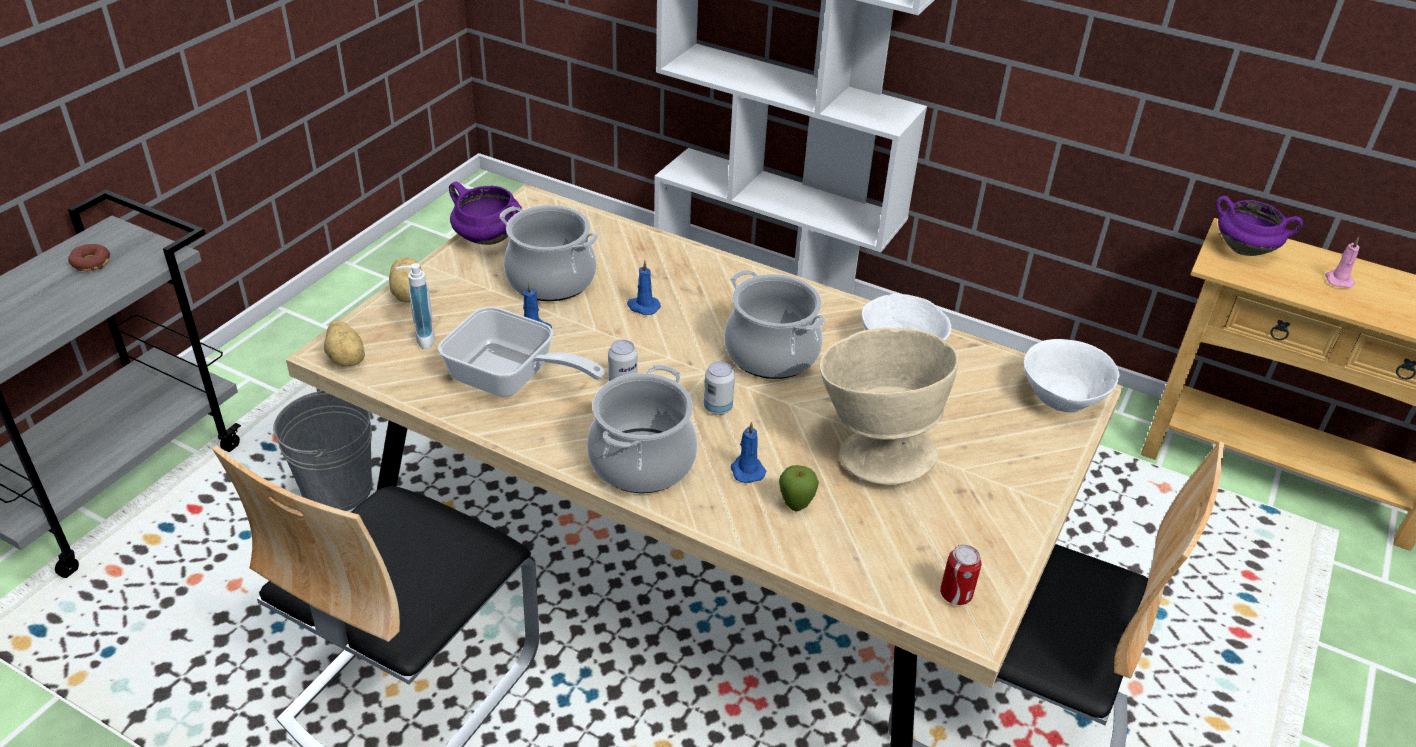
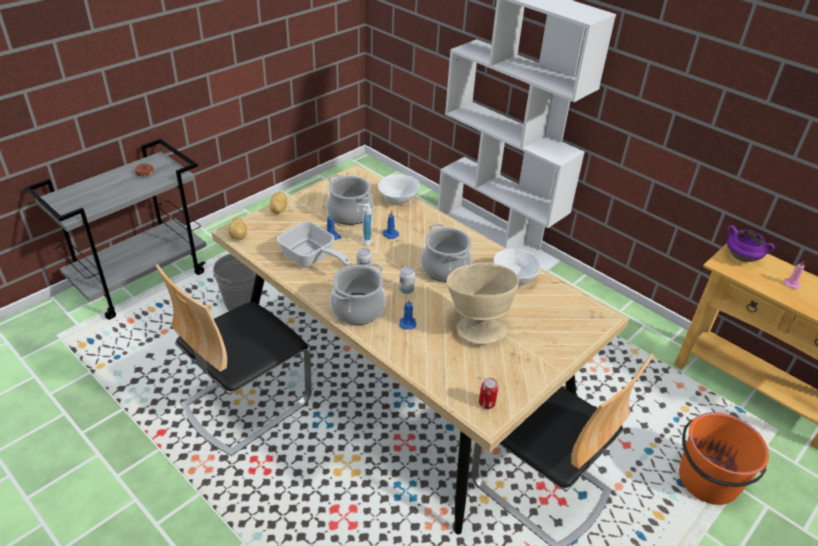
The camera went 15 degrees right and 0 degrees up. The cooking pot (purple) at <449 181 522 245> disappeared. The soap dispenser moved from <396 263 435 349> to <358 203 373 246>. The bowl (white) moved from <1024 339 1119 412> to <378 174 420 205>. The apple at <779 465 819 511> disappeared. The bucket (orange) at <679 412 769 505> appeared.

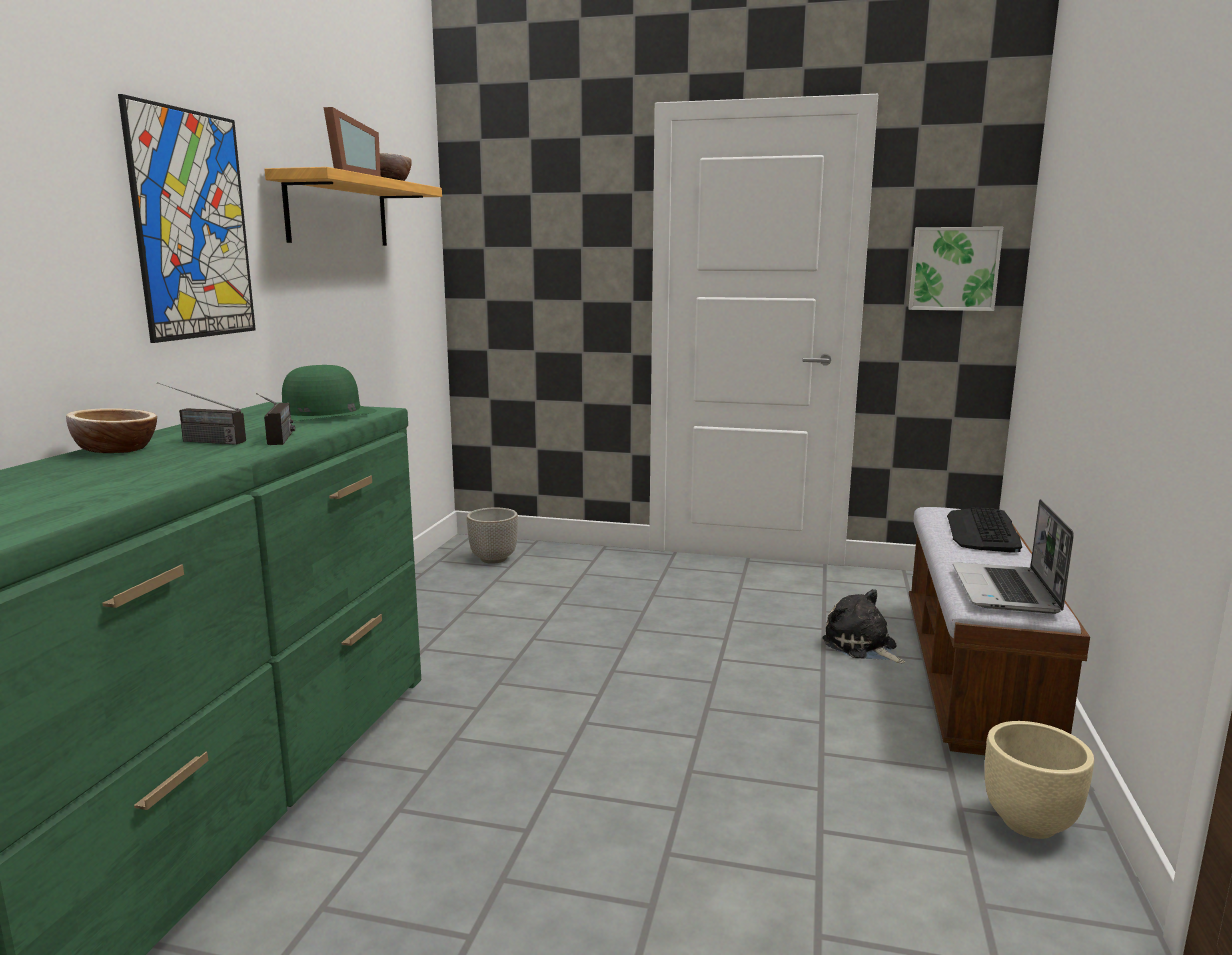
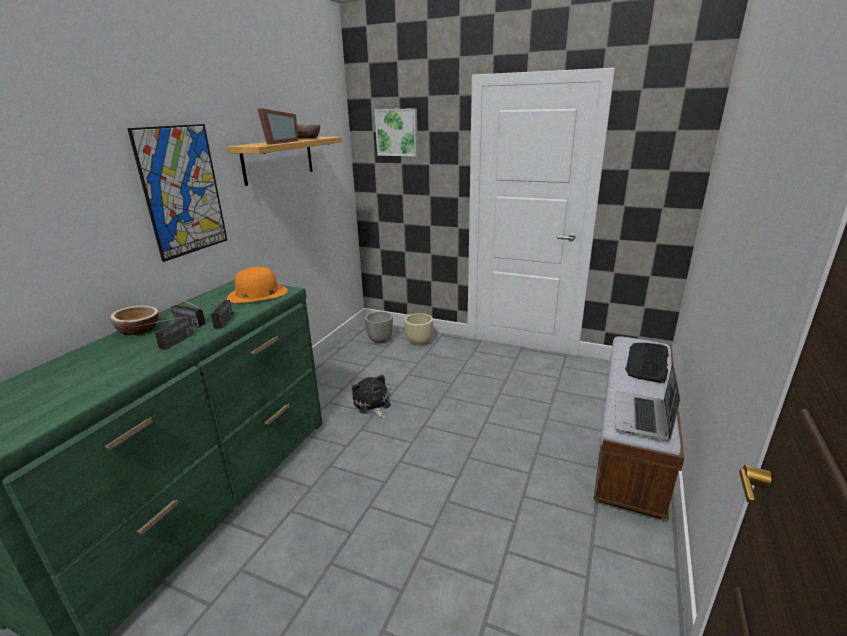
The camera went 10 degrees right and 10 degrees up. The picture moved from <908 227 1003 311> to <375 108 418 156>. The hat (green) at <282 365 377 421> became the hat (orange) at <227 267 288 303>. The plush toy moved from <822 589 905 663> to <352 375 391 418>. The planter (beige) moved from <985 721 1094 839> to <405 313 433 346>. The radio at <136 317 193 350> appeared.

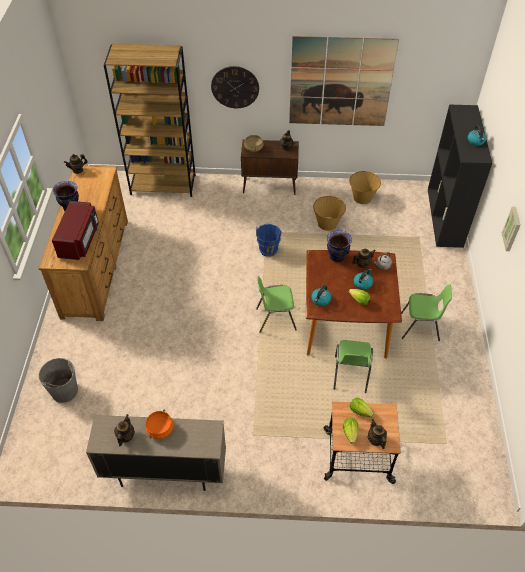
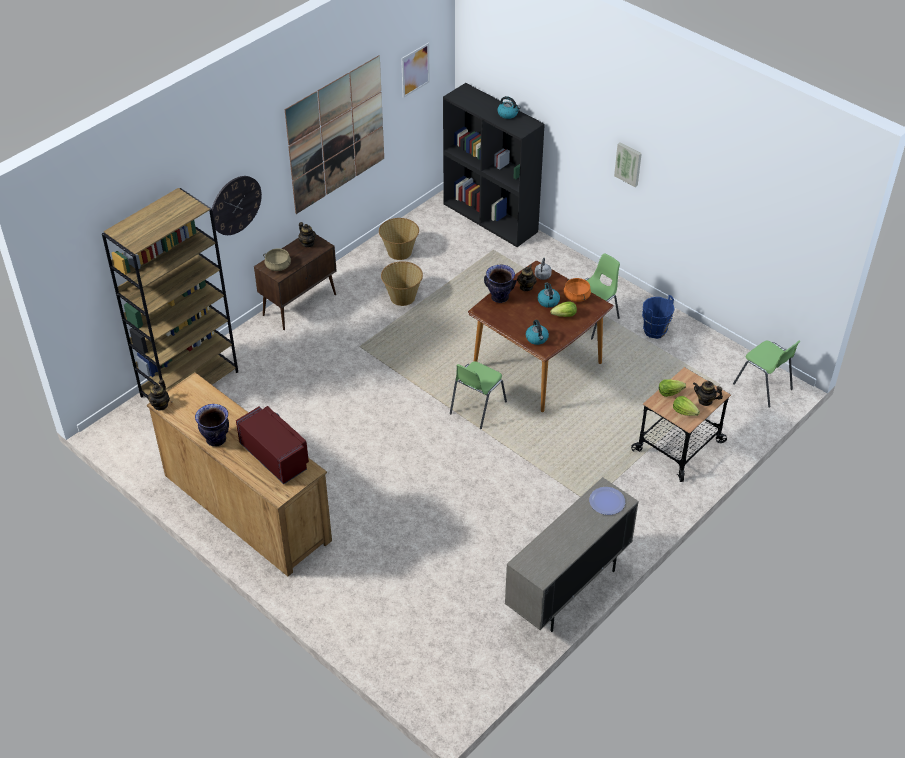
The camera went 50 degrees left and 5 degrees down. The bucket (blue) moved from <256 224 281 257> to <642 295 675 339>. The chair (green) moved from <333 340 373 393> to <733 341 801 408>. The bucket (grey) at <39 358 78 403> disappeared. The cooking pot (orange) moved from <145 409 173 439> to <564 278 591 302>. The teapot at <114 414 135 446> disappeared. The picture at <401 43 430 98> appeared. The plate at <589 487 625 515> appeared.

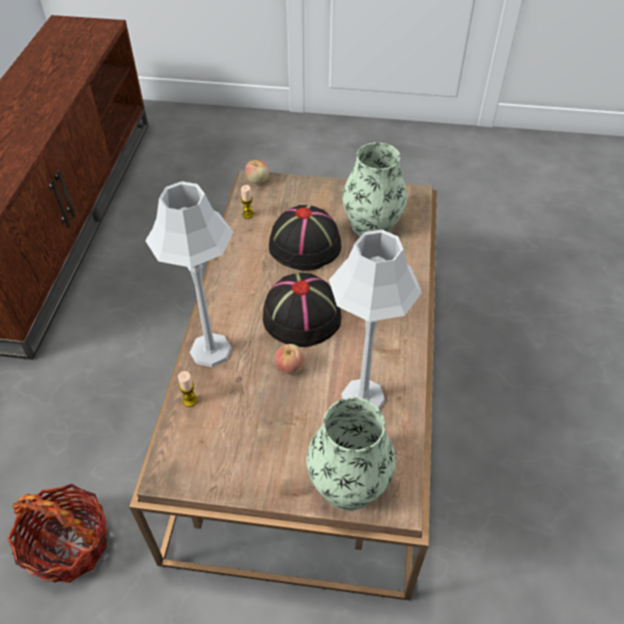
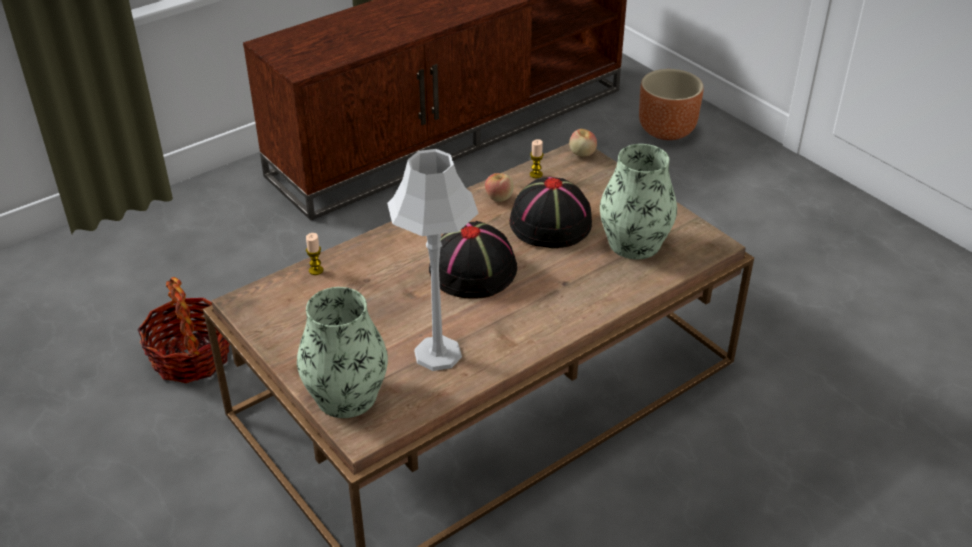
The camera went 45 degrees right and 10 degrees down. The table lamp (grey) at <145 181 233 367> disappeared. The apple moved from <275 344 305 375> to <485 173 514 202>. The planter (brown) at <639 69 704 140> appeared.

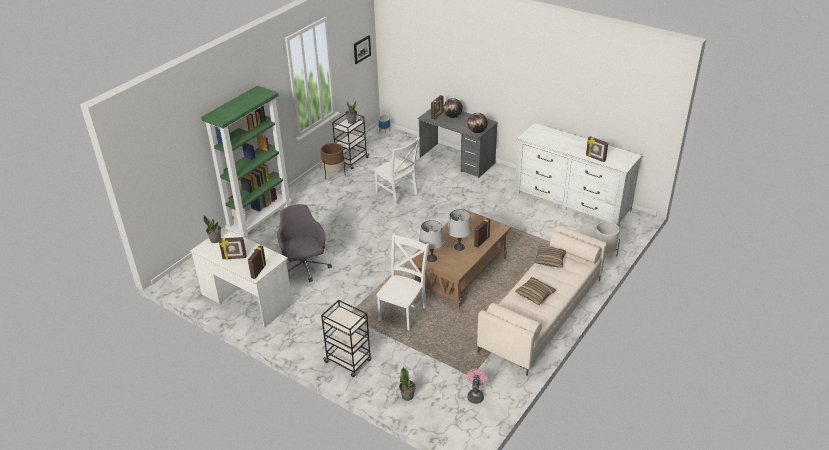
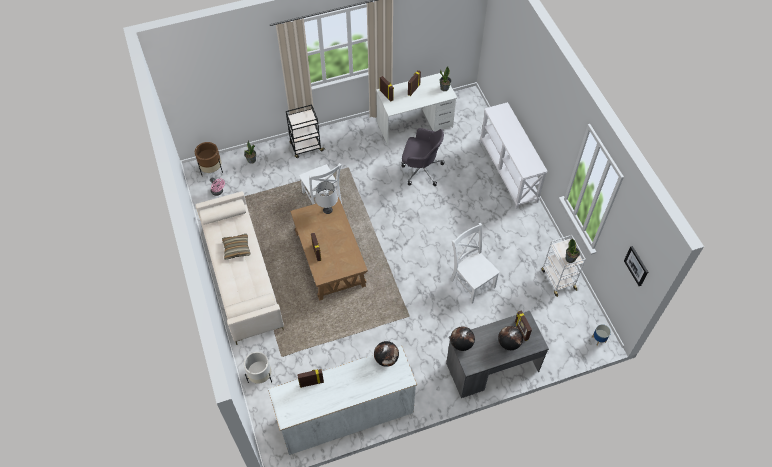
The camera went 125 degrees right and 20 degrees up. The bookcase (green) at <201 86 292 239> was replaced by the console table (white) at <480 102 548 209>. The cart (black) at <332 113 369 169> became the cart (white) at <542 235 586 297>. The chair (white) at <374 137 420 206> turned 60 degrees clockwise. The planter (brown) moved from <321 143 345 179> to <195 142 223 175>. The table lamp (grey) at <447 209 472 251> disappeared. The pillow at <534 246 566 268> disappeared. The globe at <374 341 399 367> appeared.

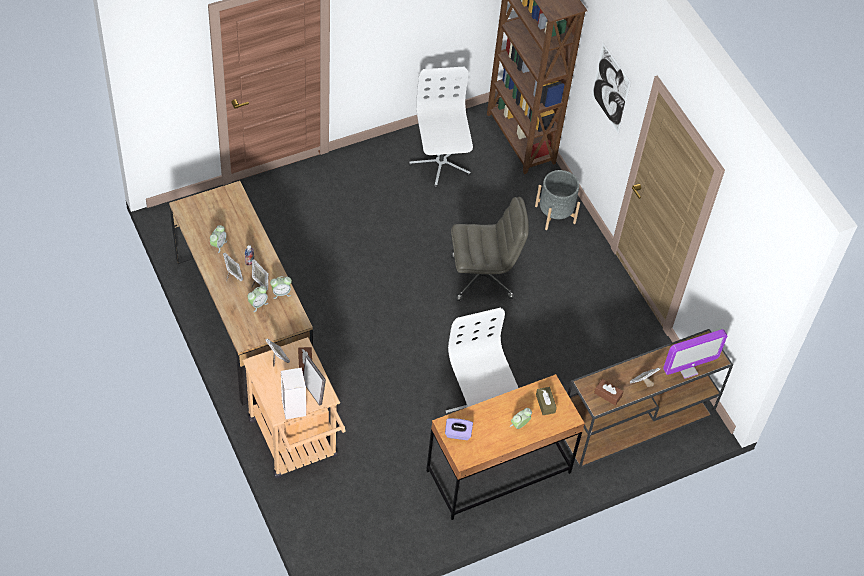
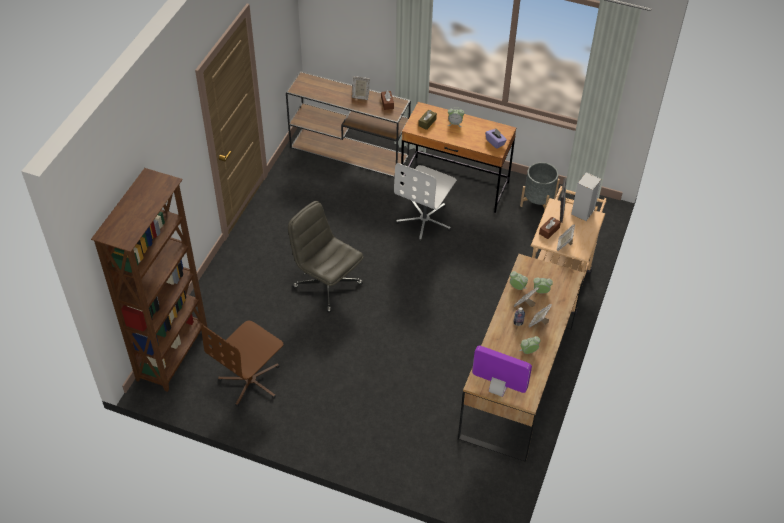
The camera went 130 degrees left and 5 degrees down. The picture at <591 42 631 135> disappeared. The office chair (white) at <409 67 473 188> became the office chair (brown) at <201 321 283 407>. The planter (grey) moved from <535 170 580 230> to <520 162 560 211>. The monitor moved from <663 329 727 379> to <472 346 532 397>.

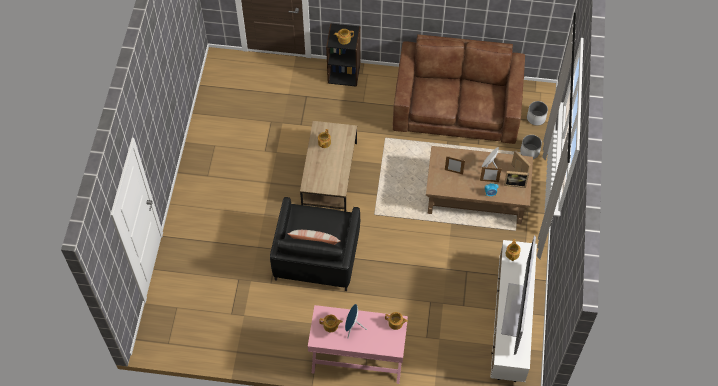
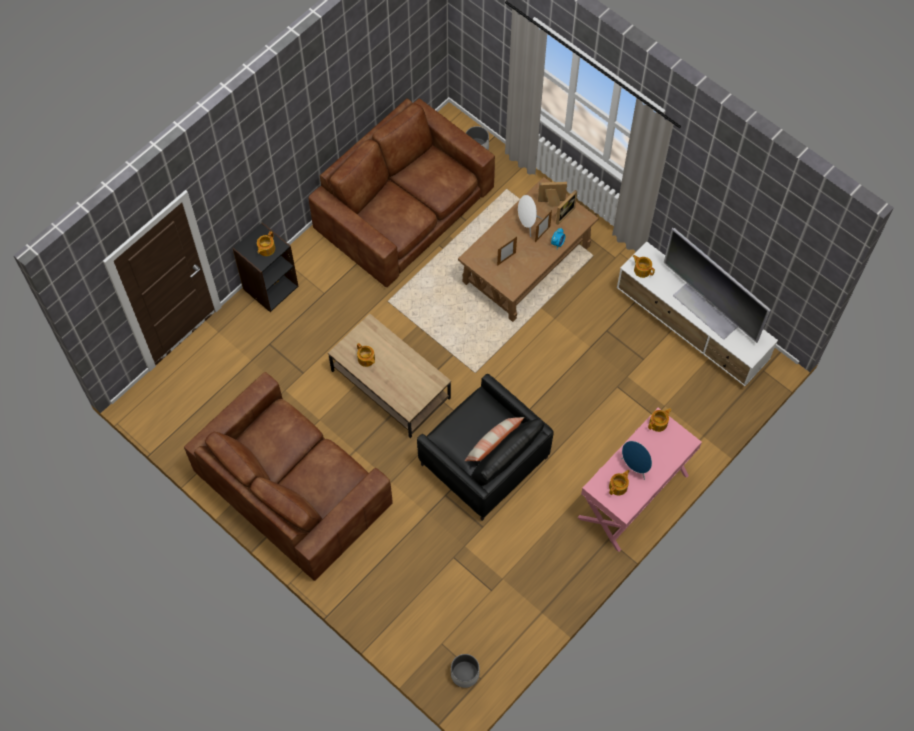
The camera went 55 degrees left and 5 degrees up. The planter (white) moved from <520 135 542 159> to <451 654 479 688>. The sofa (brown) at <184 372 393 581> appeared.

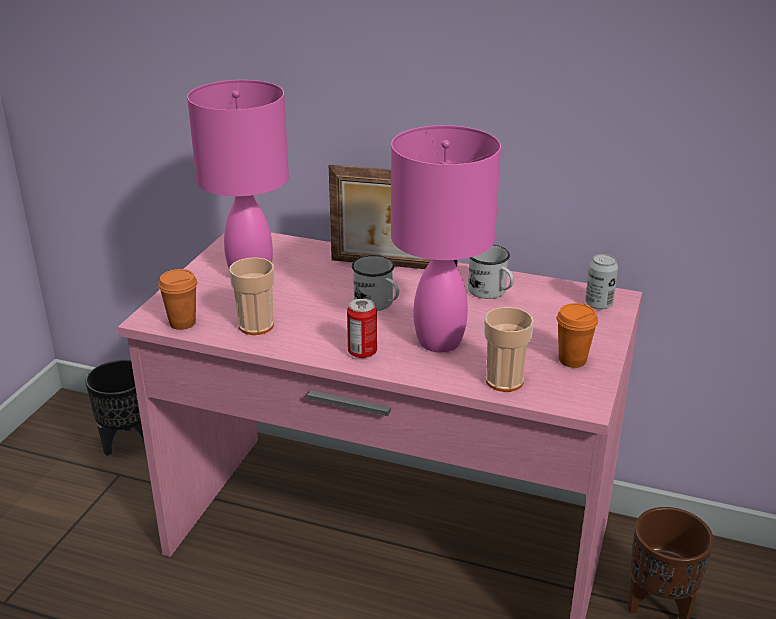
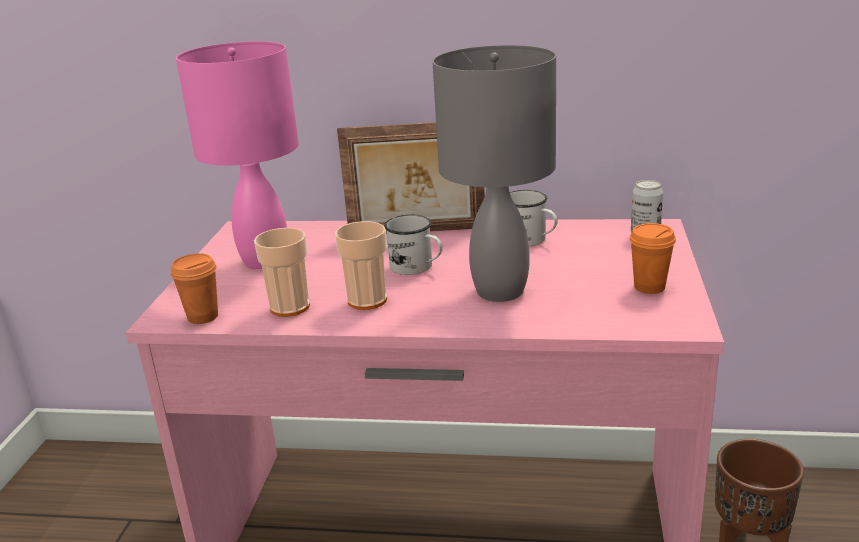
The camera went 10 degrees left and 5 degrees down. The table lamp (pink) at <391 125 501 352> became the table lamp (grey) at <432 45 556 302>. The can at <347 299 377 358> disappeared. The cup moved from <484 307 534 392> to <335 221 387 310>. The planter (black) at <86 360 144 456> disappeared.

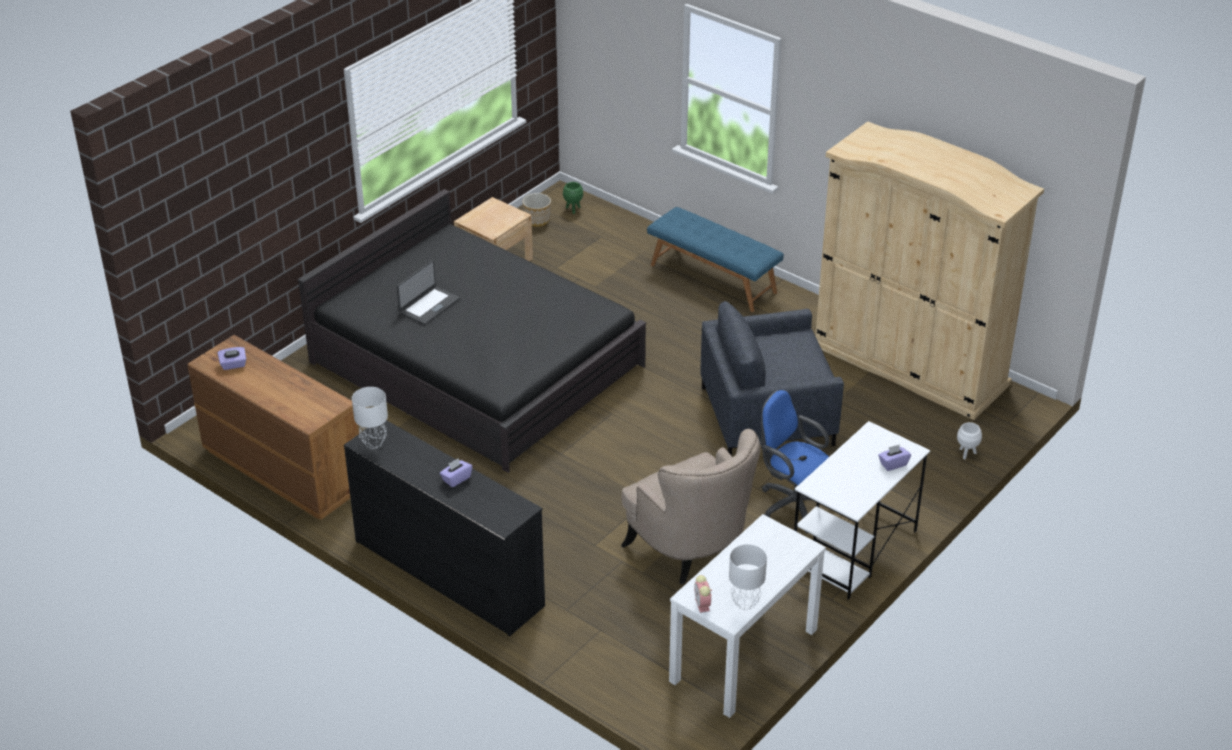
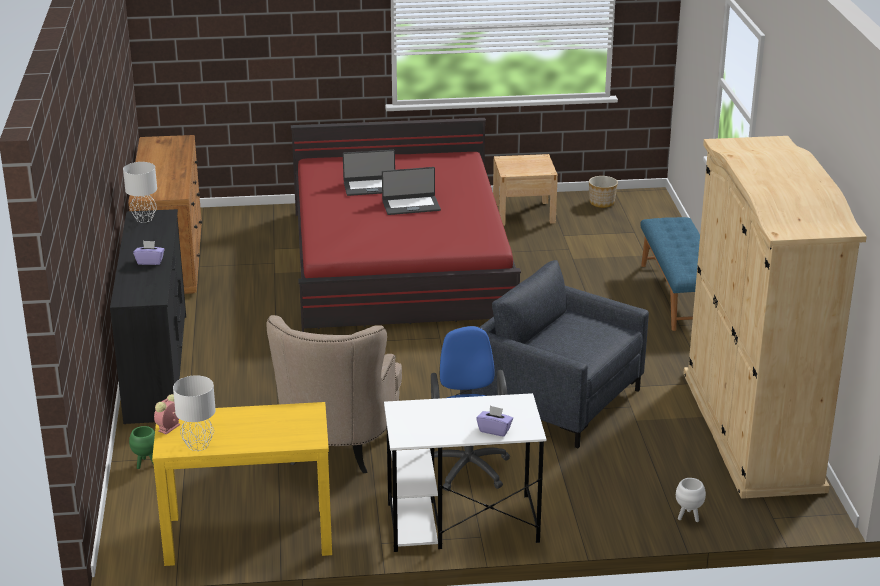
The camera went 45 degrees right and 10 degrees down. The planter (green) moved from <563 182 583 214> to <129 426 155 469>. The bed (black) at <298 189 646 473> became the bed (red) at <291 118 521 332>. The tissue box (purple) at <218 347 246 370> disappeared. The console table (white) at <669 514 826 718> became the console table (yellow) at <152 402 332 566>. The laptop at <382 167 441 215> appeared.

